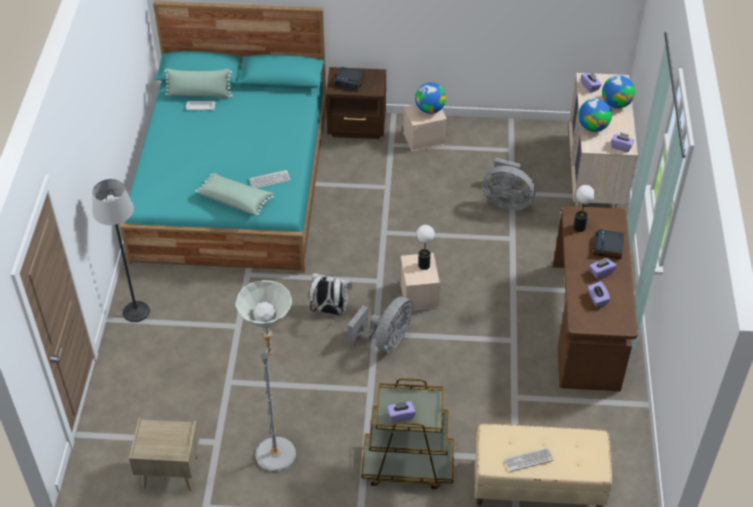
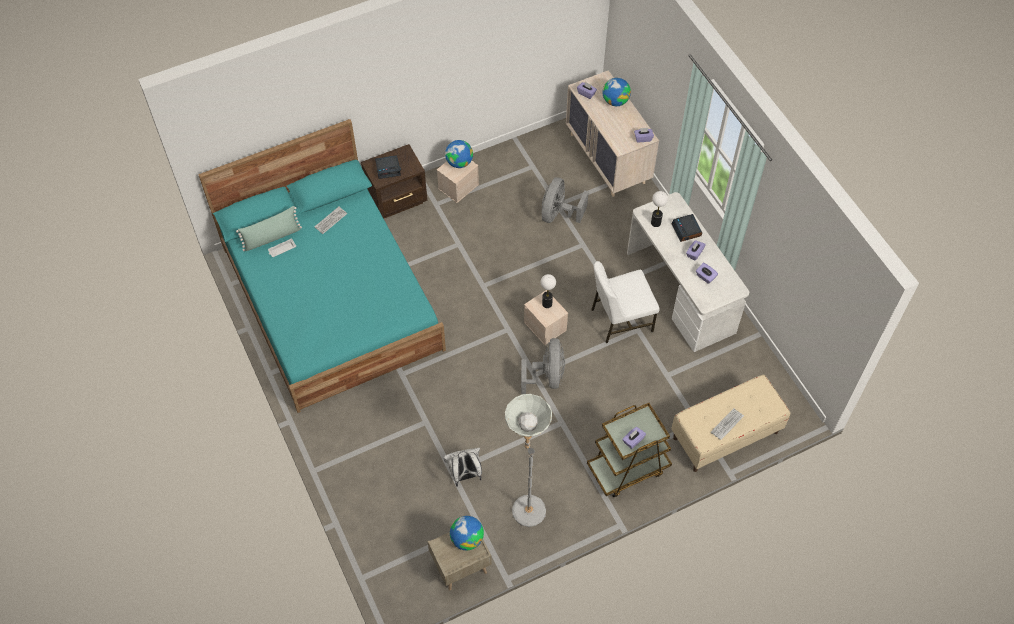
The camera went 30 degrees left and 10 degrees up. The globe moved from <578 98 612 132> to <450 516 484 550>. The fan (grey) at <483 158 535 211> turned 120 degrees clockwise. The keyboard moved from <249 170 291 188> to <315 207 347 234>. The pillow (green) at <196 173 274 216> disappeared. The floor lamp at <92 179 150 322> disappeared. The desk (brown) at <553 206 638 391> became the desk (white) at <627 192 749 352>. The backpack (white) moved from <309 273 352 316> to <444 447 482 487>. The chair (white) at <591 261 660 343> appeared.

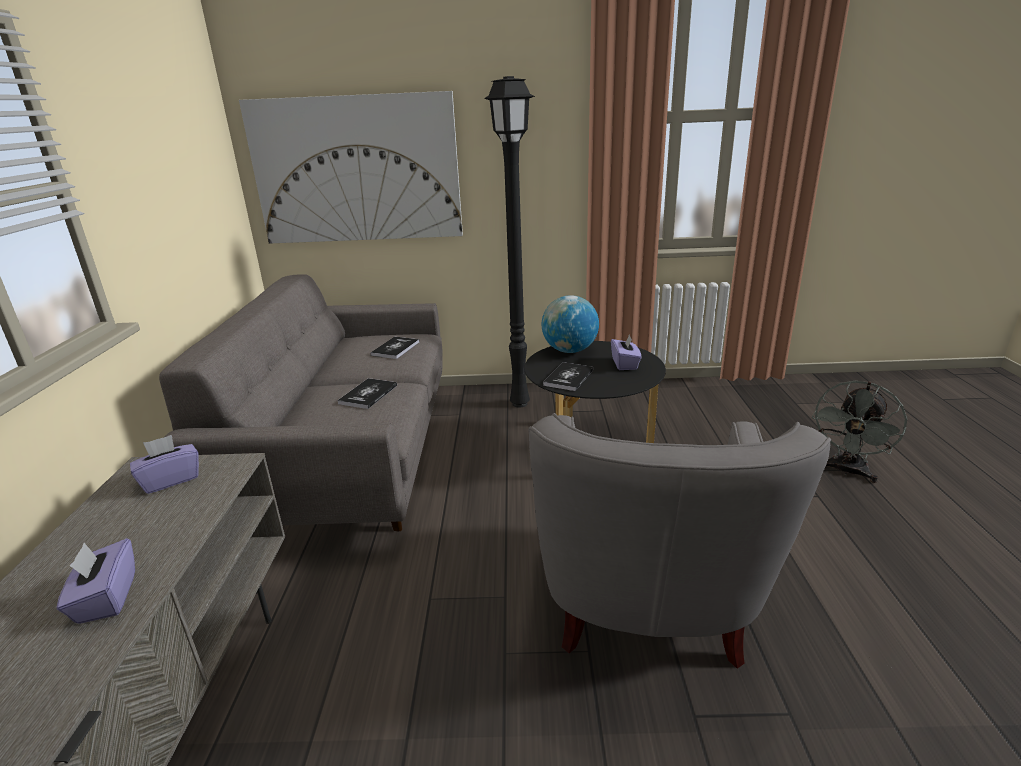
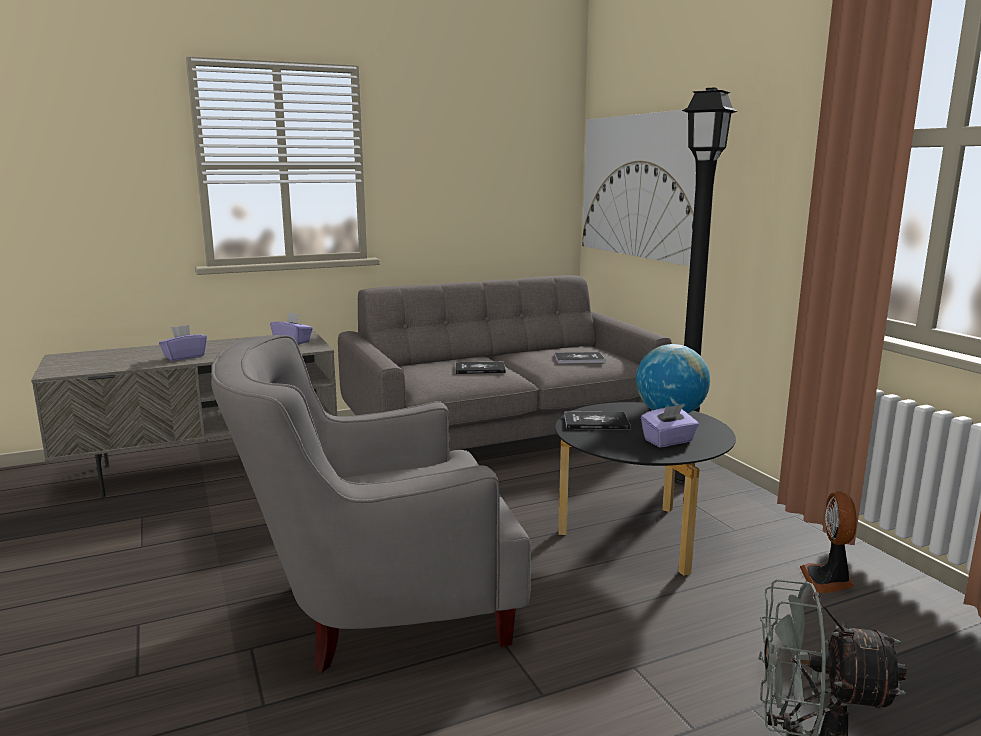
The camera went 65 degrees right and 10 degrees down. The fan at <800 491 857 593> appeared.

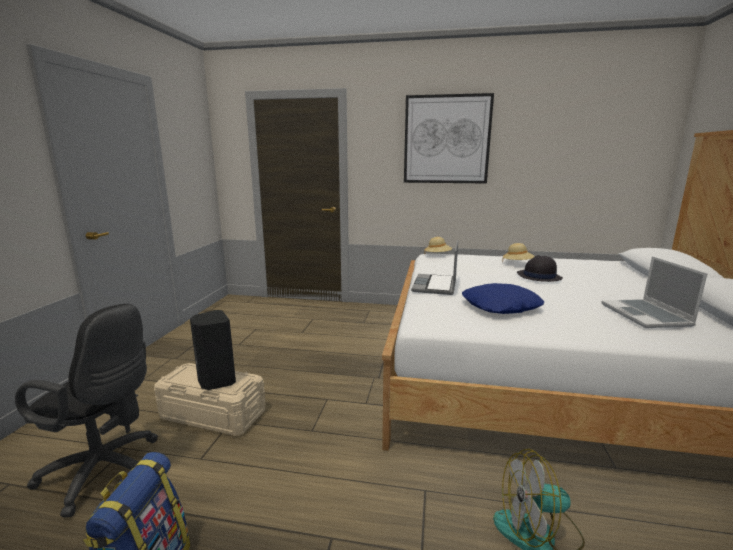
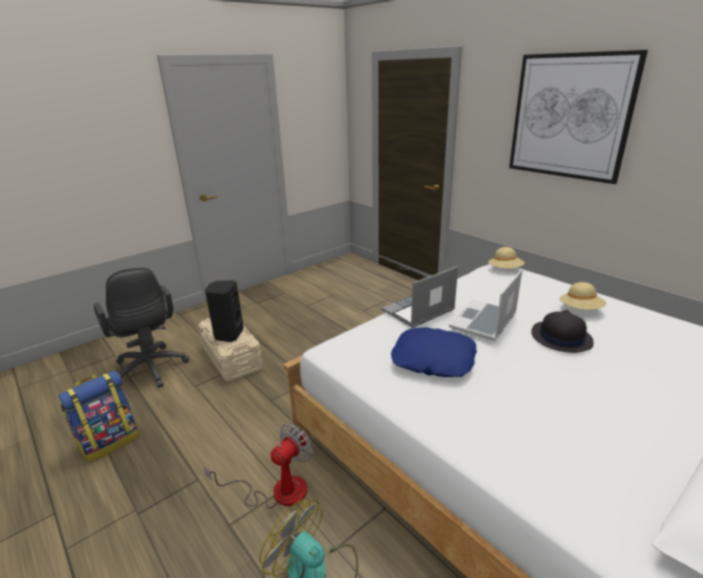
The camera went 40 degrees right and 10 degrees up. The laptop moved from <601 256 707 328> to <449 269 522 341>. The fan at <204 423 313 509> appeared.

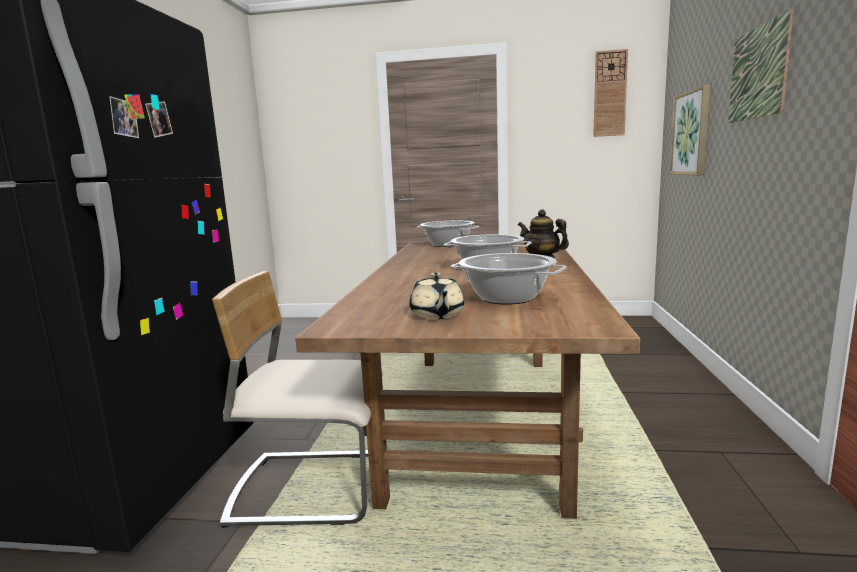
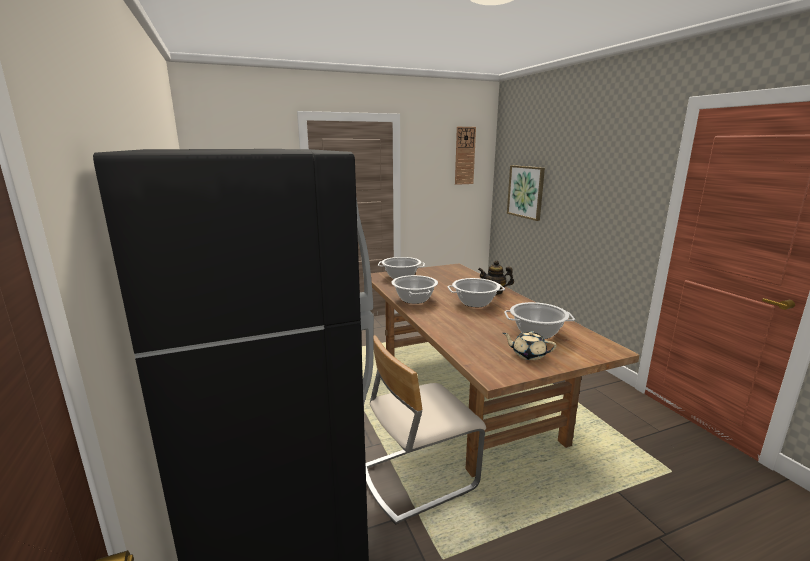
The camera went 30 degrees left and 5 degrees up. The picture at <728 9 794 123> disappeared. The teapot (beige) at <409 272 464 319> turned 150 degrees clockwise. The cooking pot at <391 275 438 304> appeared.

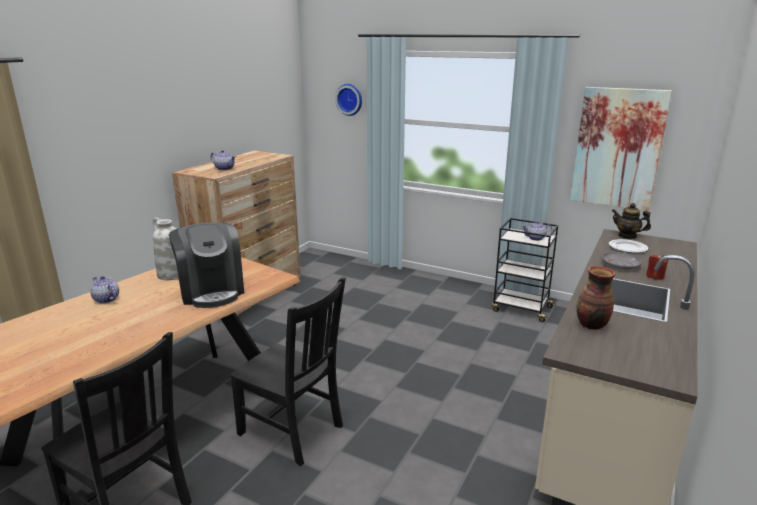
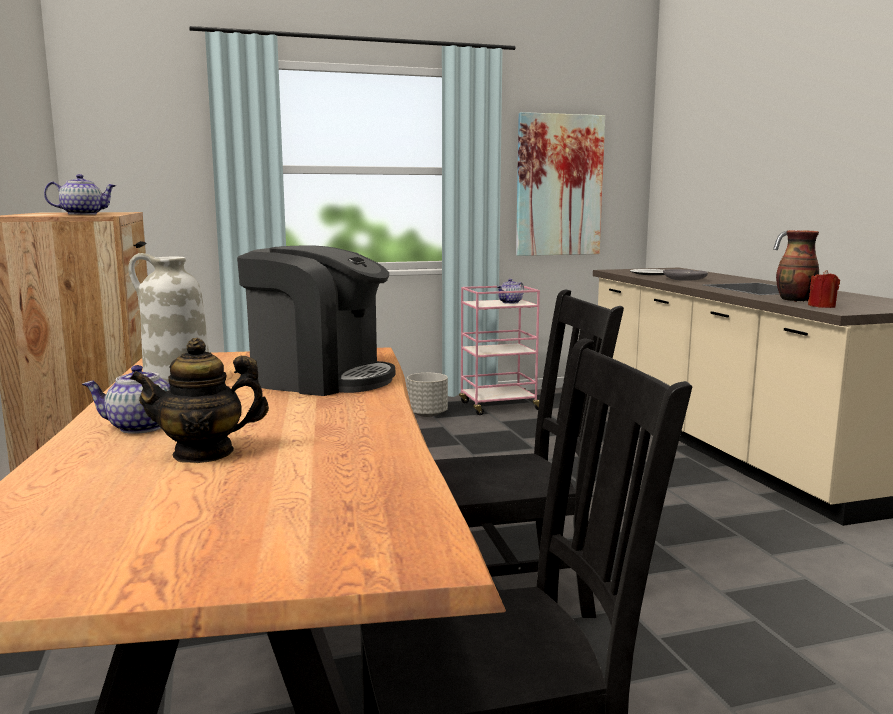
The camera went 45 degrees left and 10 degrees down. The wall clock at <335 84 362 116> disappeared. The teapot moved from <612 203 651 239> to <130 338 269 463>. The cart (black) at <492 218 558 322> became the cart (pink) at <459 285 540 415>. The candle (red) moved from <646 254 668 280> to <808 270 840 308>. The planter (grey) at <407 373 448 417> appeared.

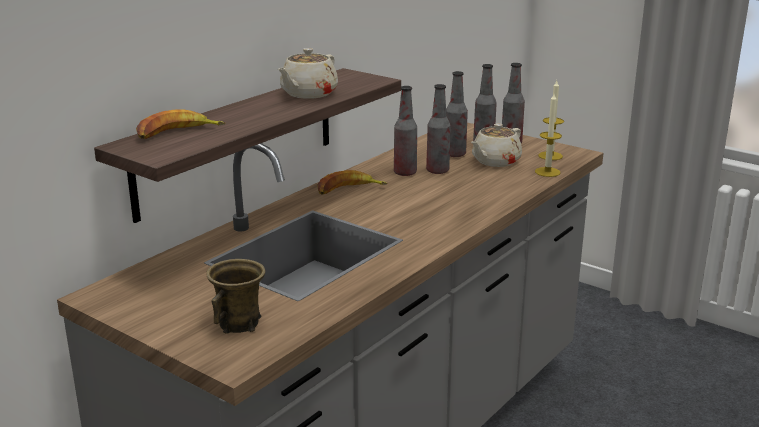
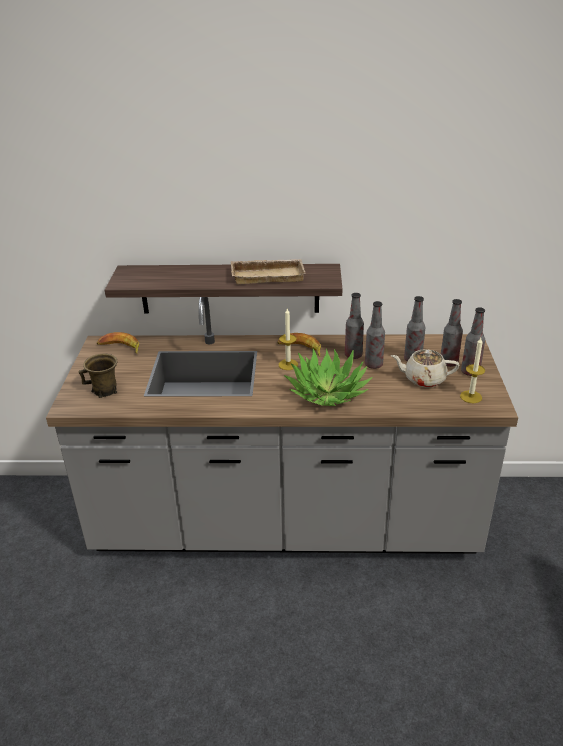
The camera went 55 degrees right and 10 degrees up. The teapot (beige) at <278 48 338 99> was replaced by the tray (beige) at <231 259 306 284>. The candle moved from <535 94 562 177> to <278 308 298 370>. The banana moved from <136 109 226 139> to <97 332 139 354>. The potted plant at <284 348 373 406> appeared.

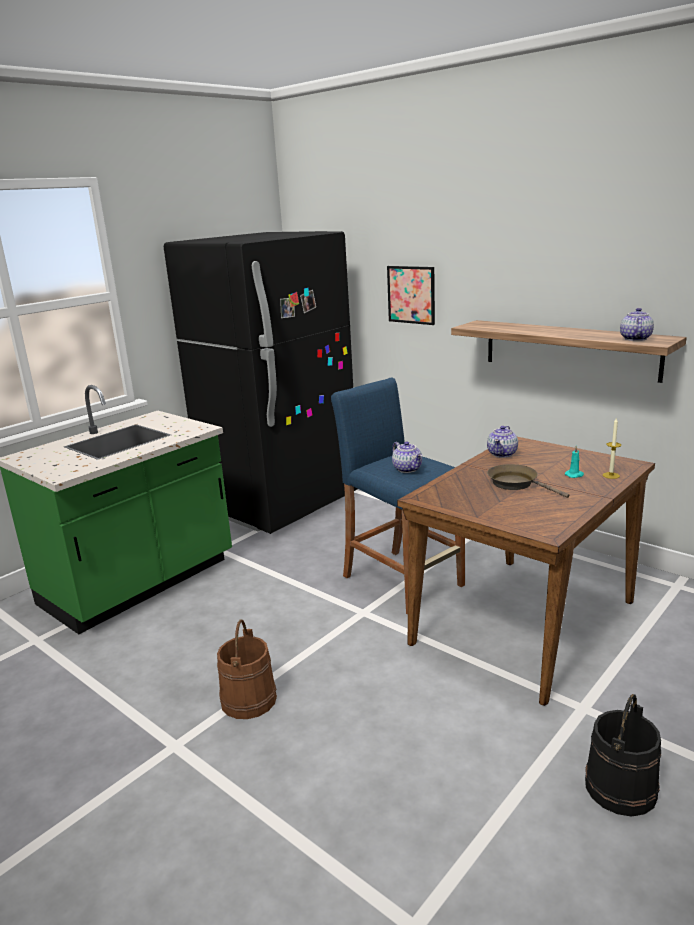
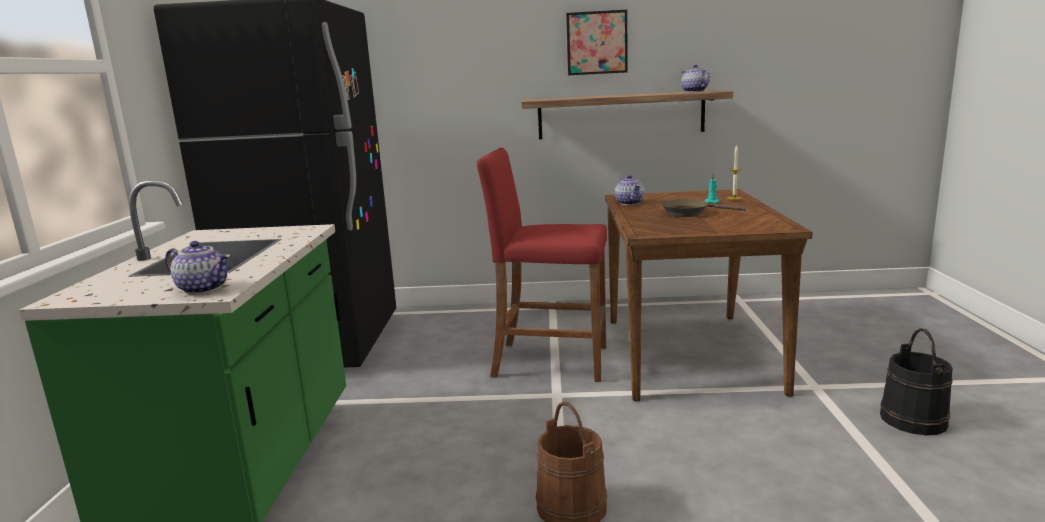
The camera went 40 degrees left and 5 degrees down. The picture moved from <387 266 435 325> to <566 10 628 75>. The stool (blue) at <331 377 465 615> became the stool (red) at <477 148 607 382>. The teapot moved from <392 441 422 473> to <165 241 230 294>.

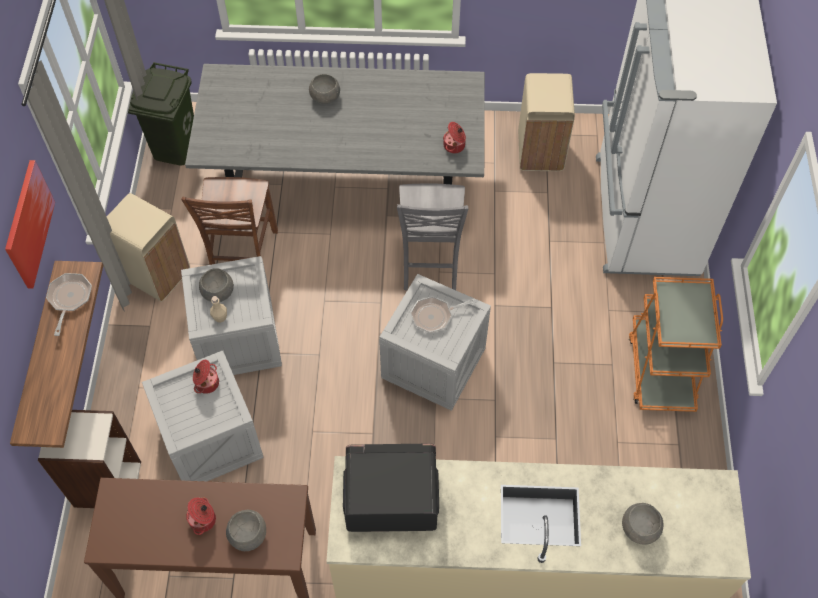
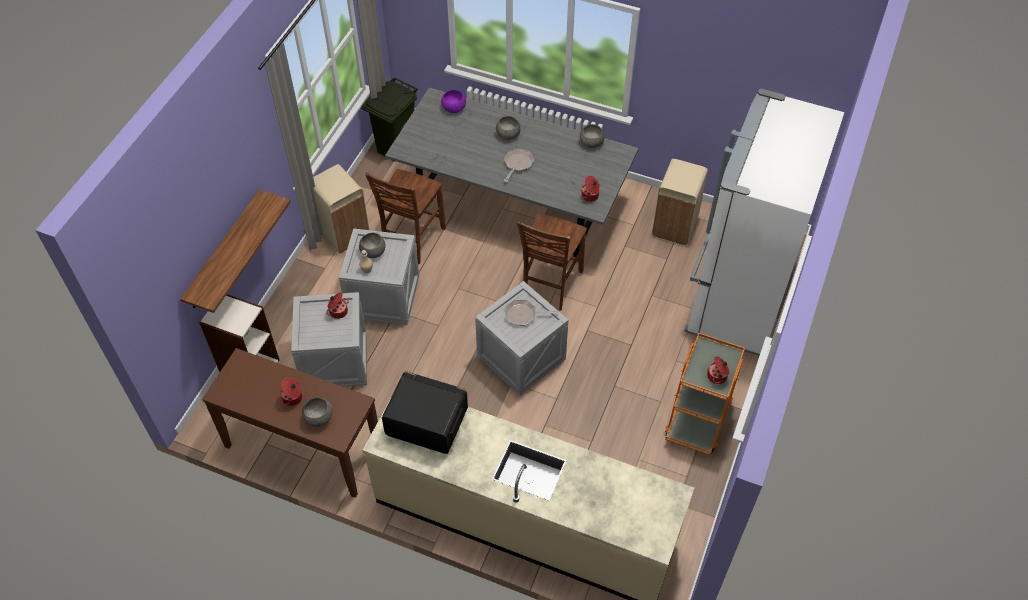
The camera went 20 degrees right and 5 degrees down. The picture at <5 160 55 289> disappeared. The chair (grey) at <397 183 469 291> became the chair (brown) at <517 214 587 311>. The frying pan moved from <46 273 92 336> to <504 148 534 182>. The bowl (grey) moved from <622 503 663 545> to <580 124 605 148>. The bowl (purple) at <441 90 466 113> appeared. The cooking pot at <707 356 729 384> appeared.

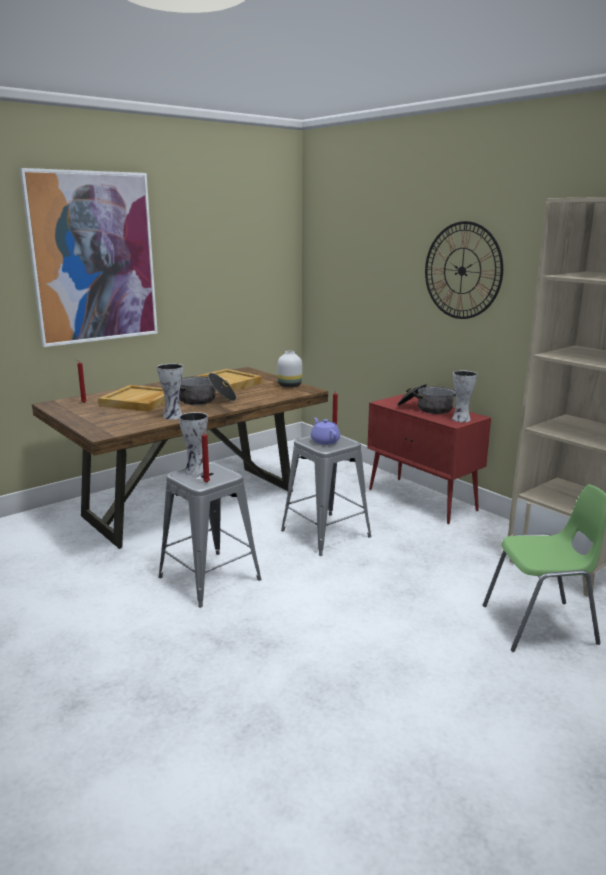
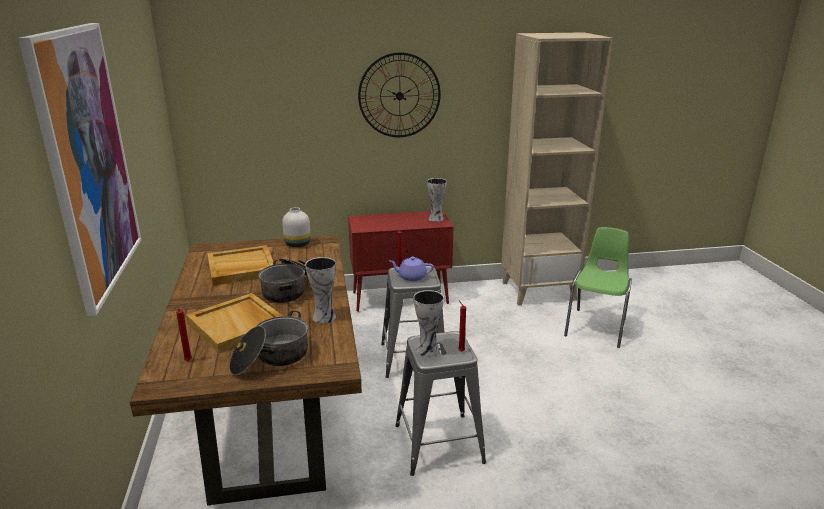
The camera went 60 degrees left and 5 degrees up. The cooking pot moved from <397 384 456 414> to <229 311 308 375>.

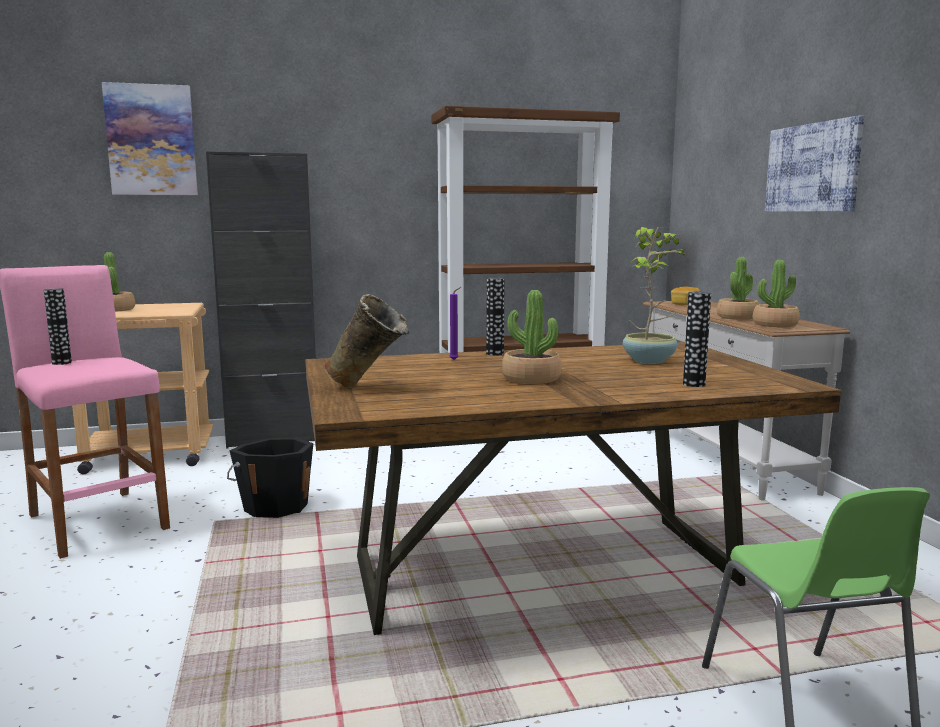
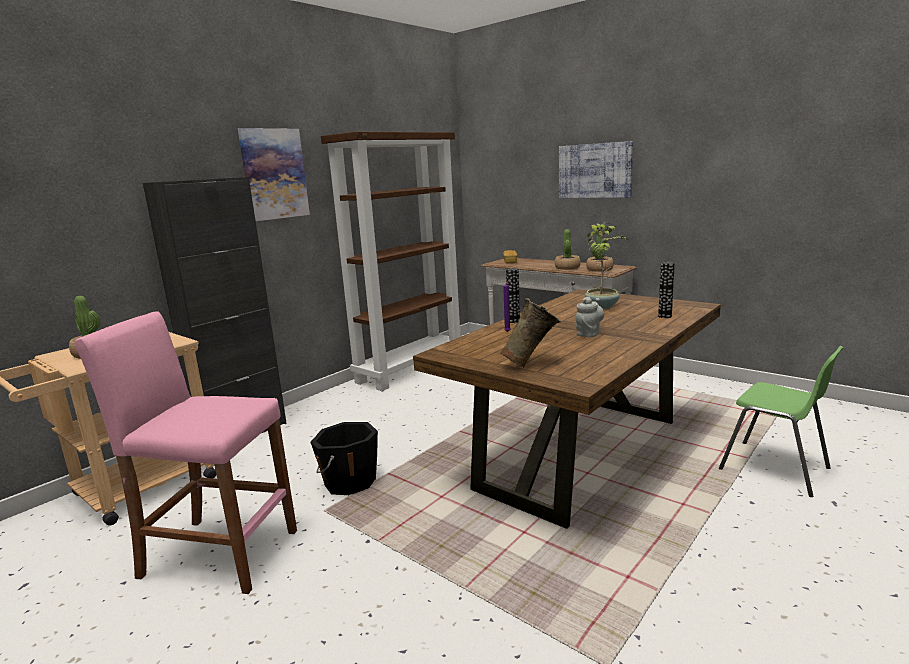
The camera went 35 degrees left and 5 degrees up. The picture moved from <102 82 198 195> to <238 128 310 221>. The vase at <44 288 72 365> disappeared. The potted plant at <502 290 562 384> was replaced by the teapot (grey) at <575 297 604 337>.

